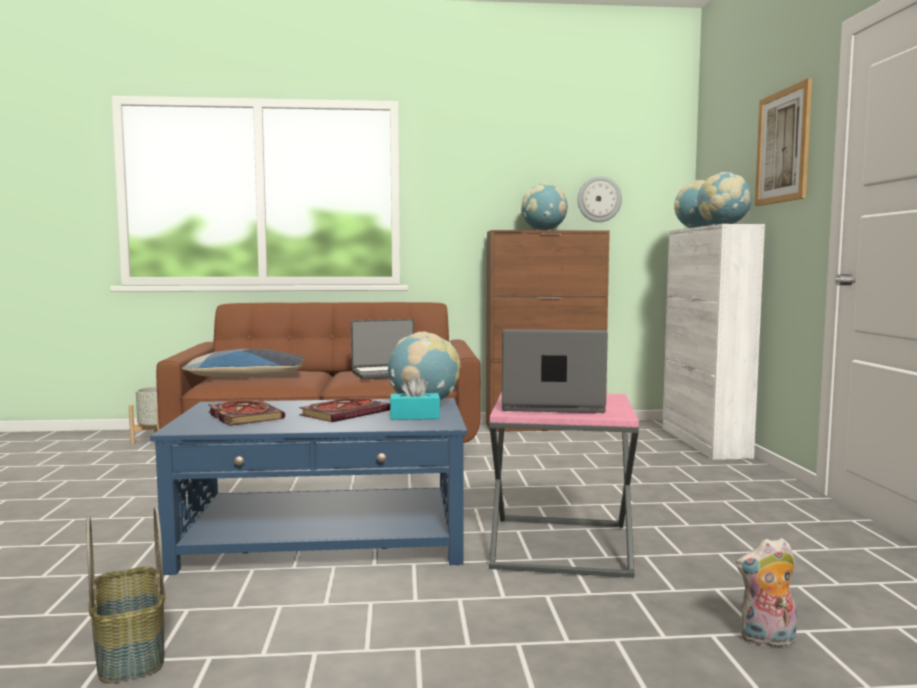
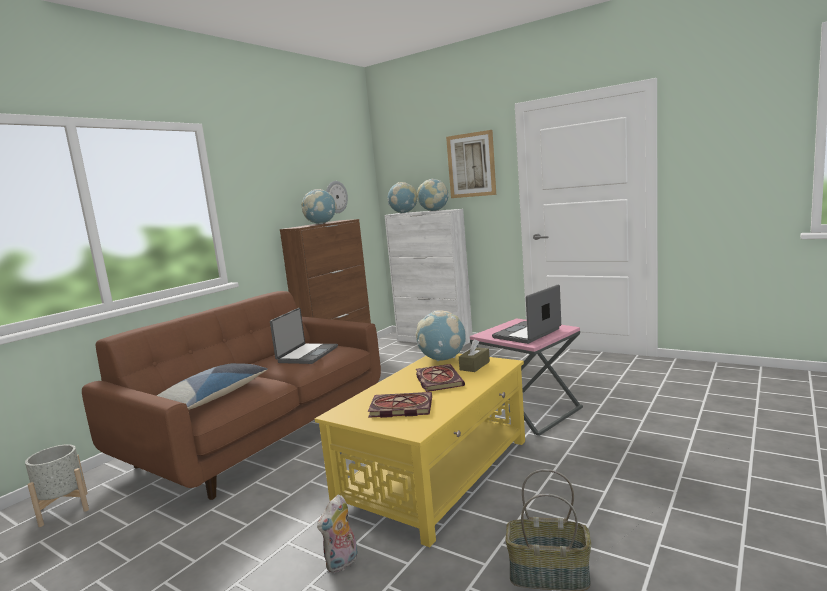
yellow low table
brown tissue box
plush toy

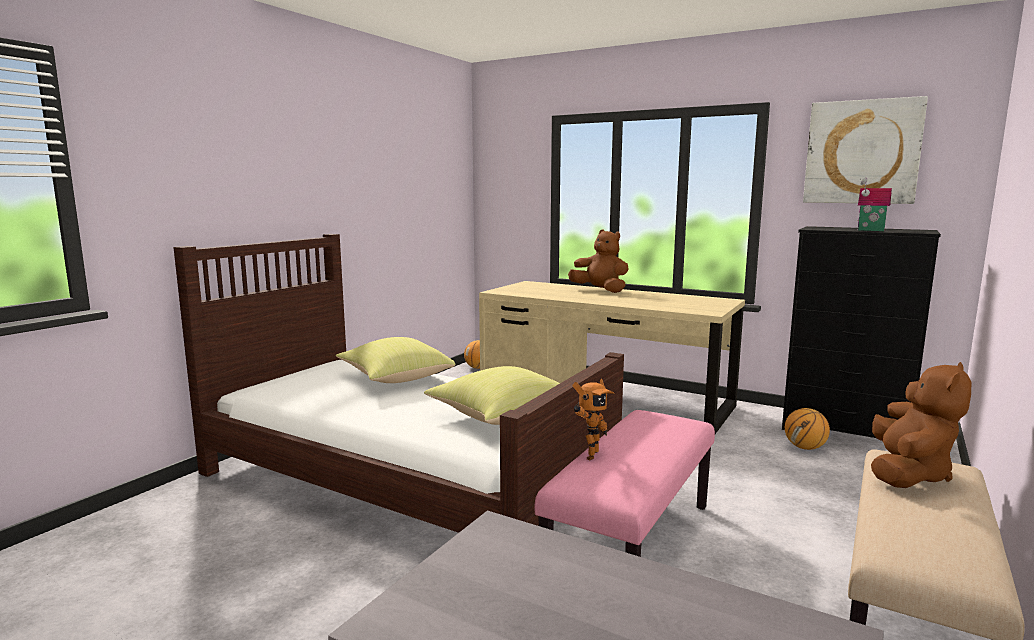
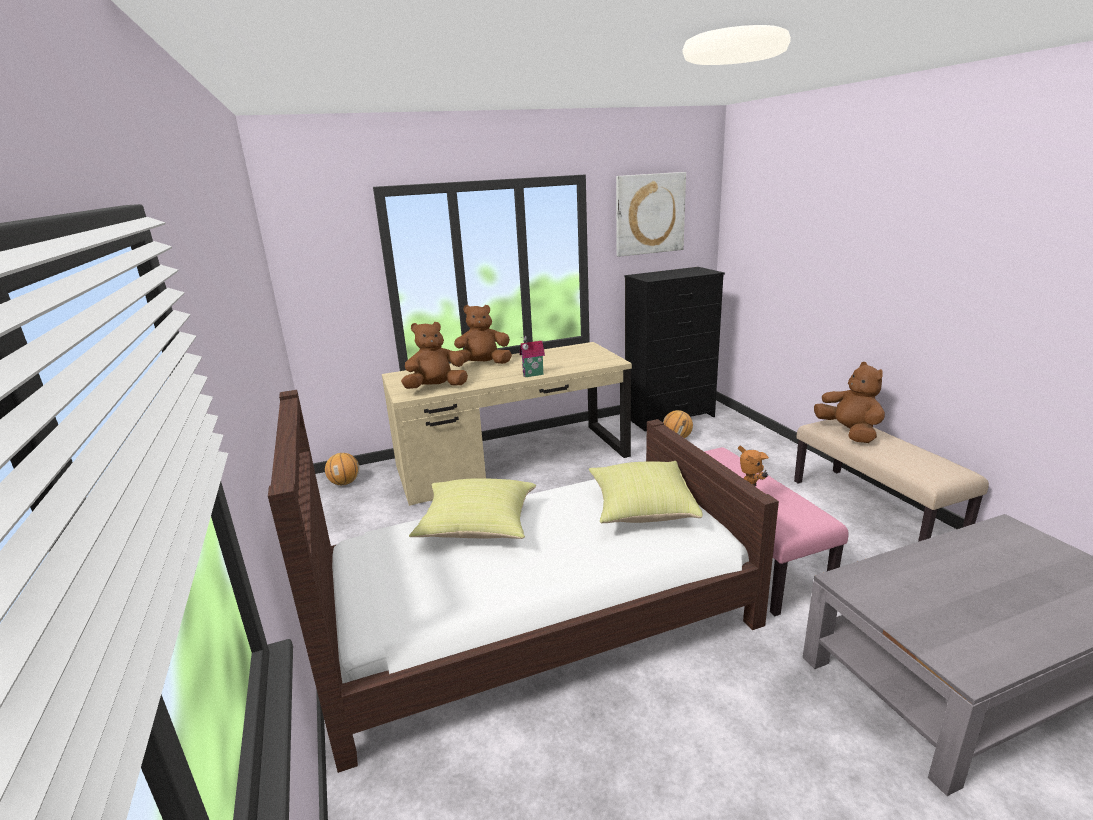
toy house
brown plush toy (no. 1 from left)

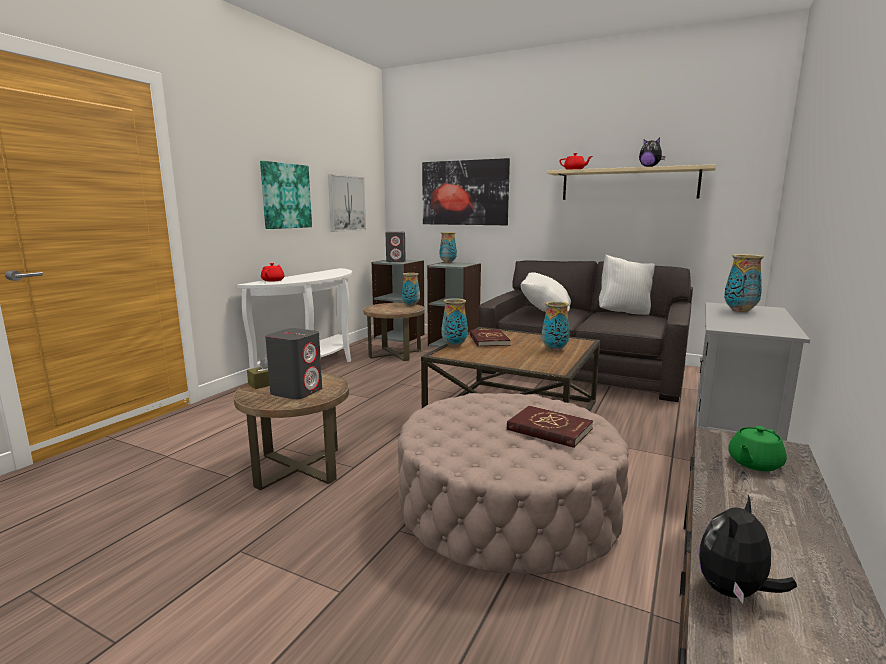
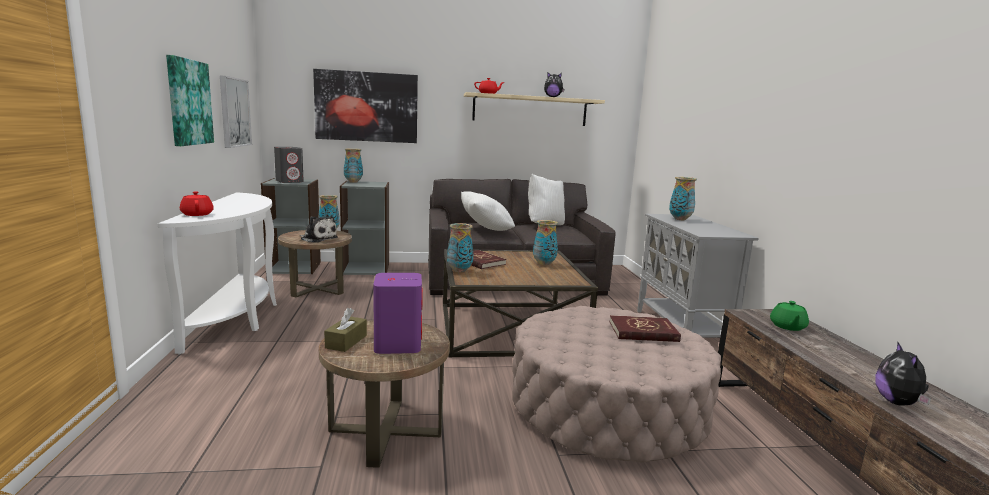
purple audio speaker
plush toy (no. 1 from left)

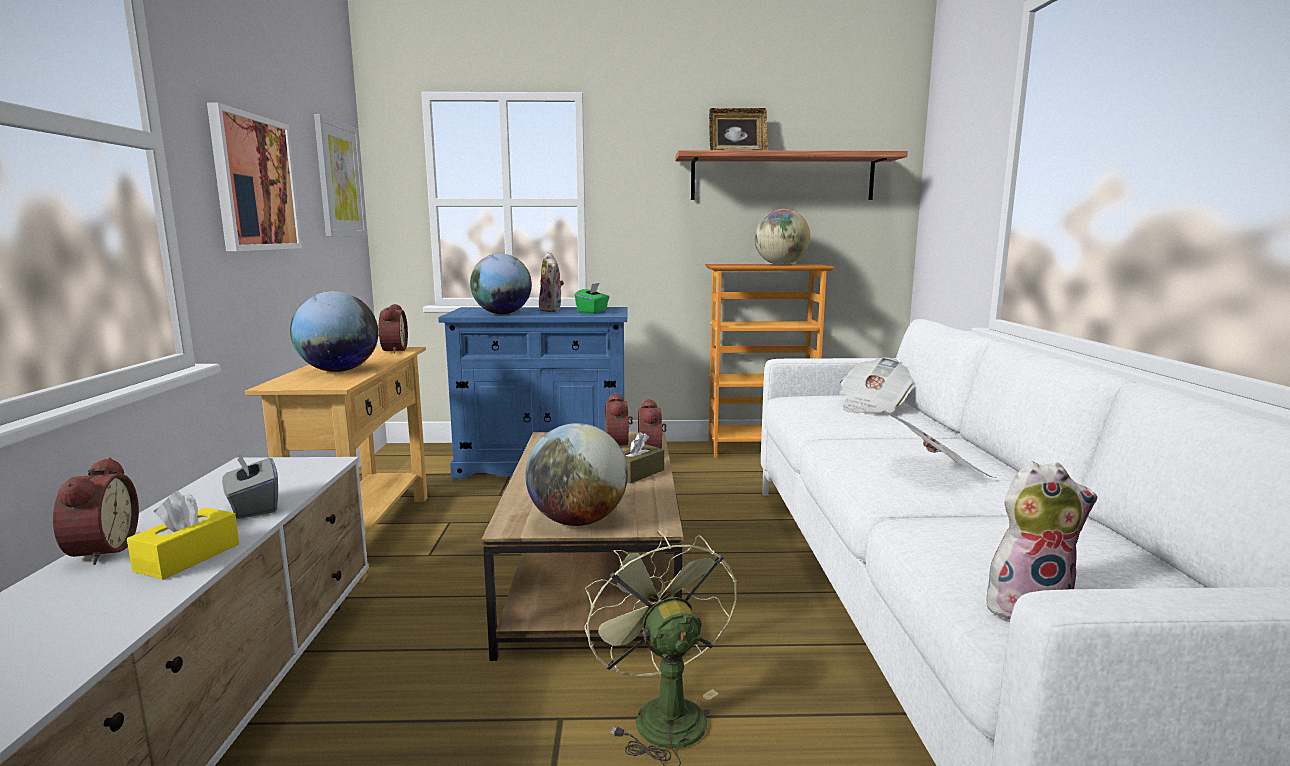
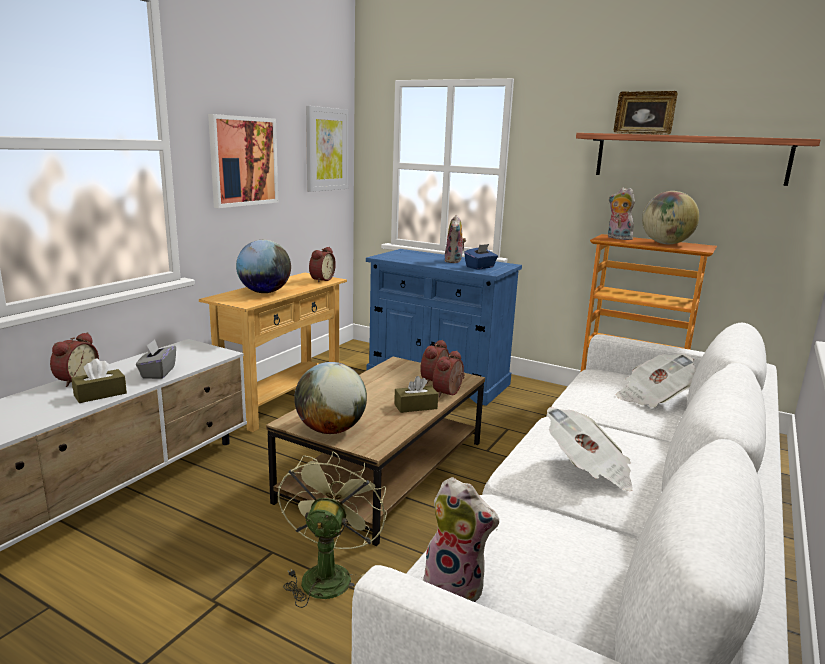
brown tissue box (no. 1 from left)
globe (no. 2 from left in the first image)
bluish tissue box
plush toy (no. 3 from left)

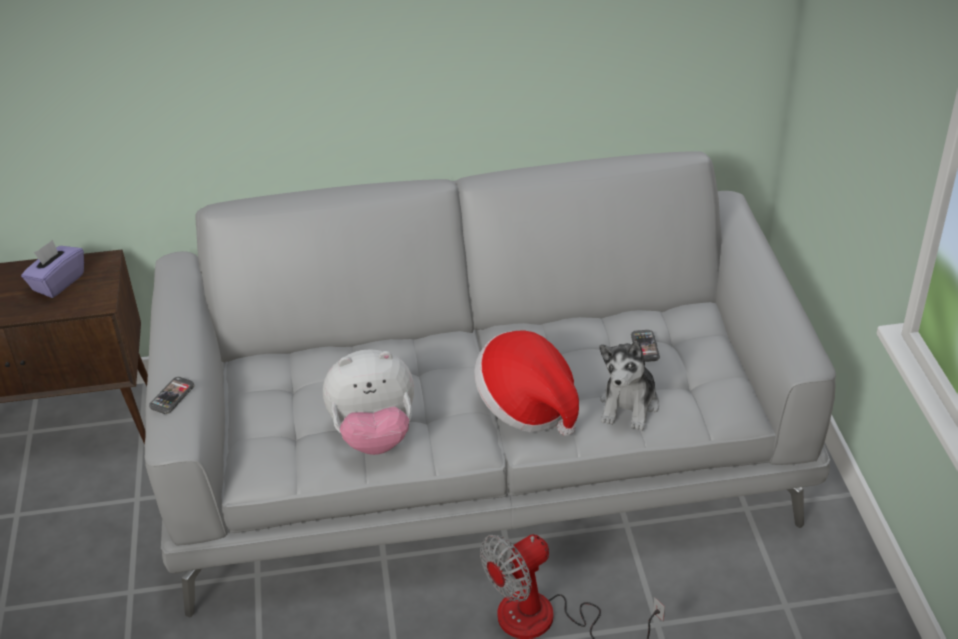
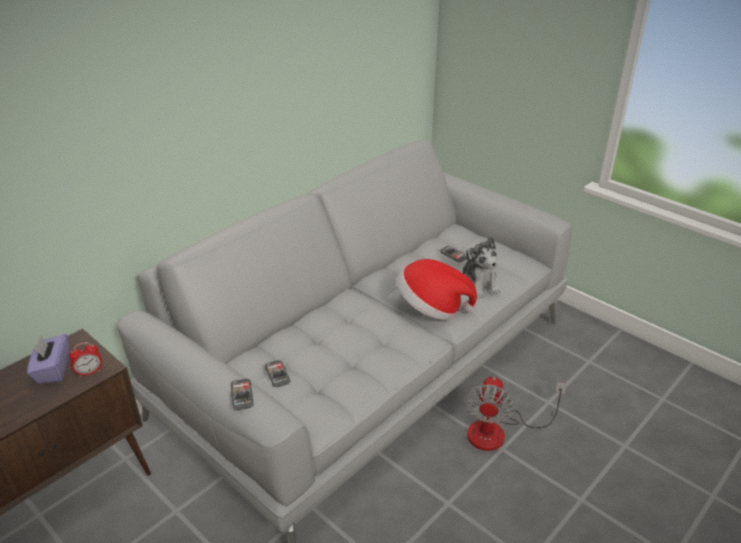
plush toy (no. 1 from left in the first image)
table clock
telephone (no. 2 from left)

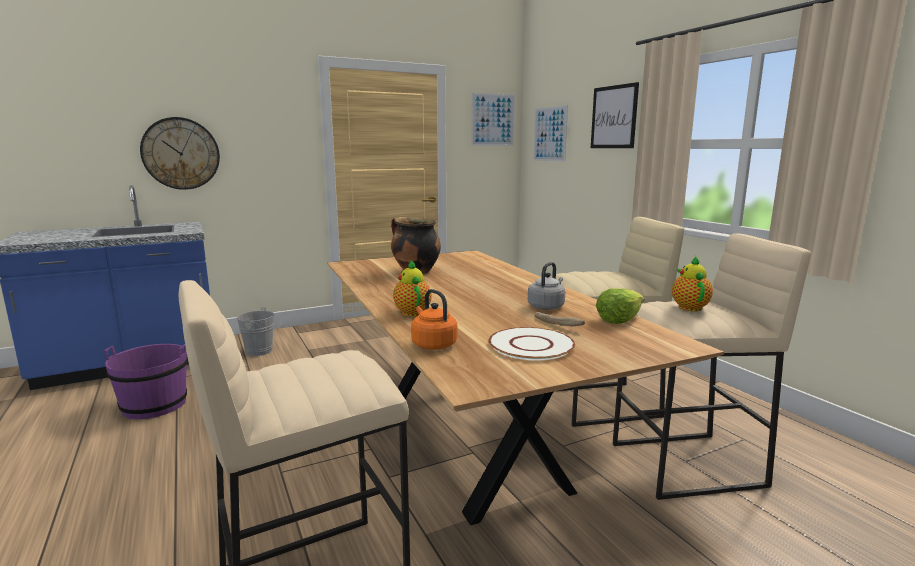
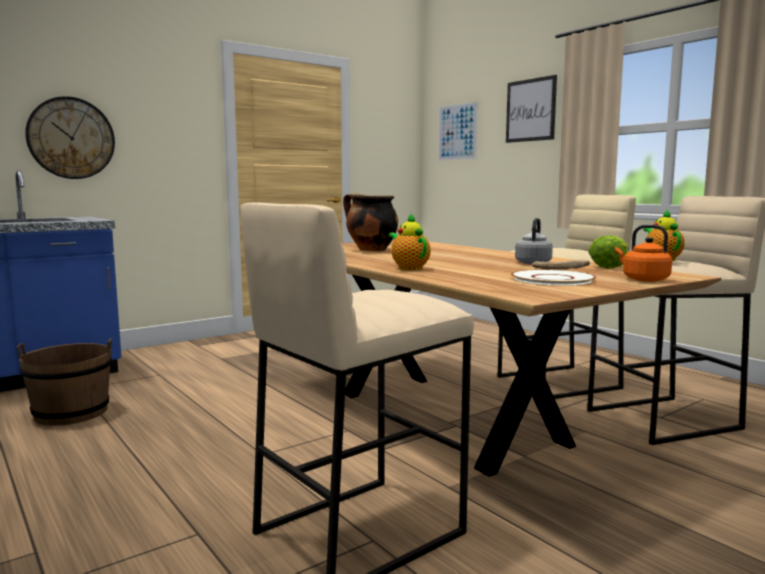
brown bucket
gray bucket
orange water kettle
wall art (no. 1 from left in the first image)

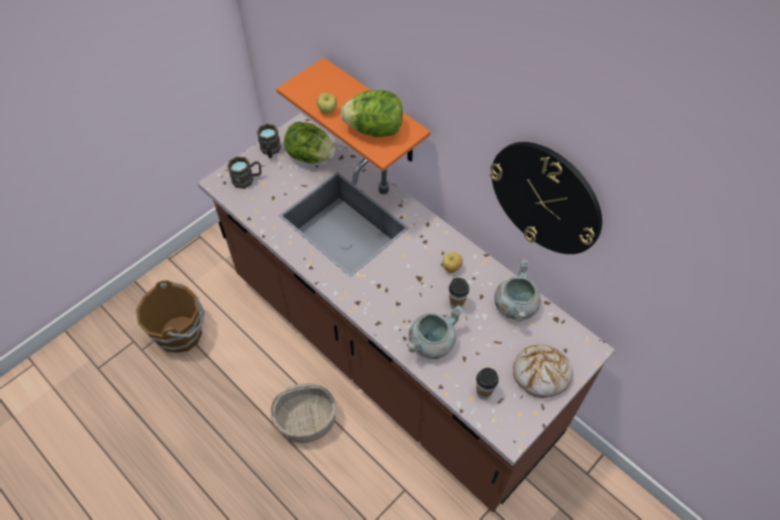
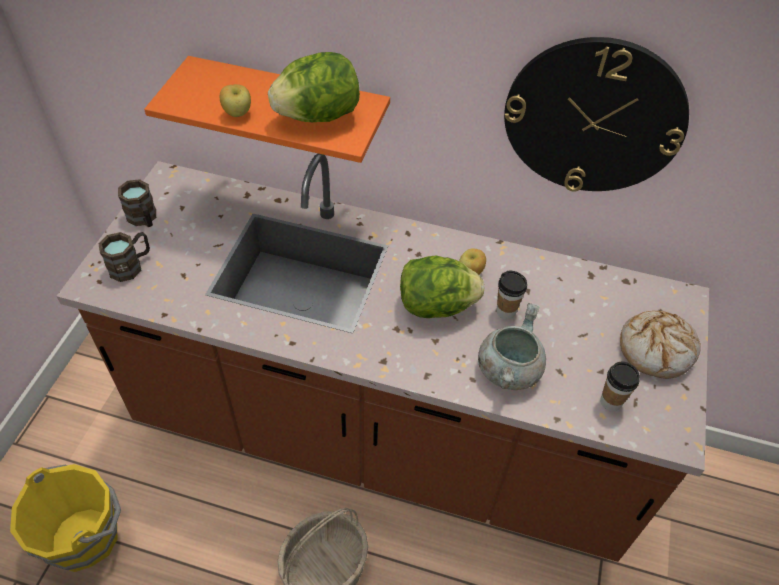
yellow bucket
head of lettuce (no. 2 from left)
gray stockpot (no. 2 from left in the first image)

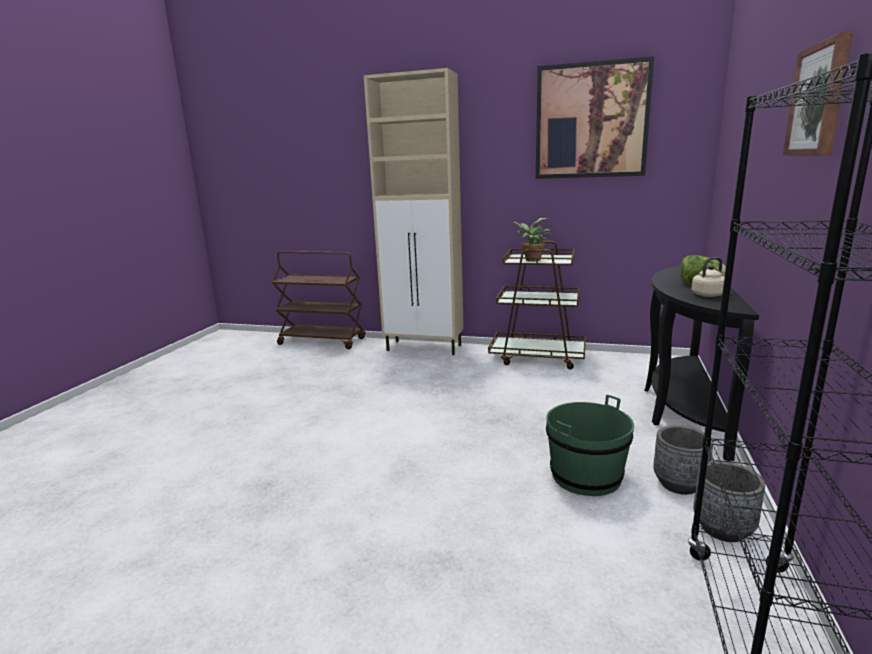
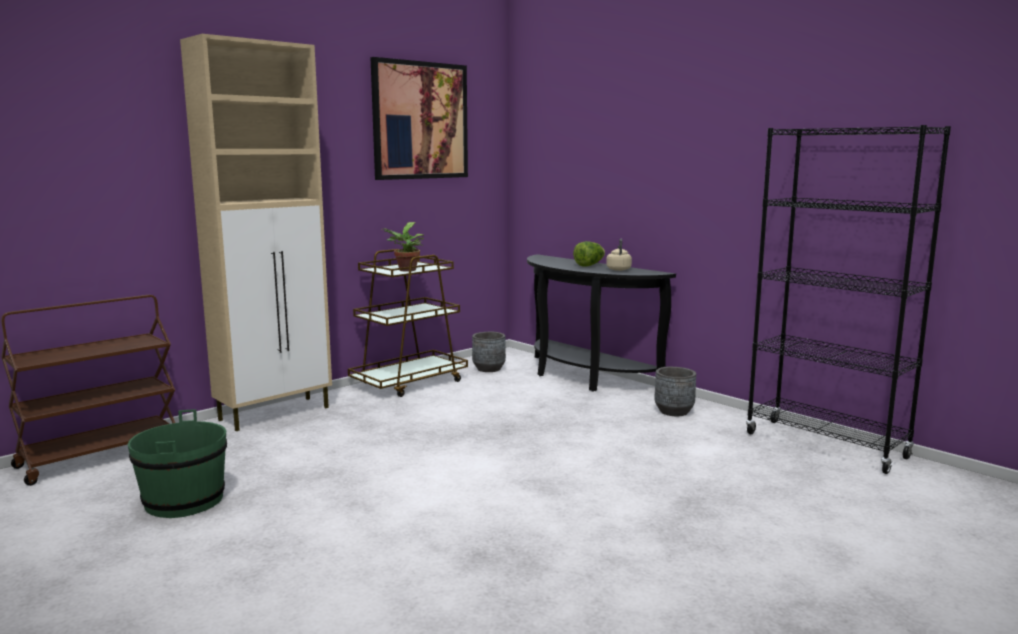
greenish bucket
gray plant pot (no. 1 from left)
wall art (no. 2 from left in the first image)

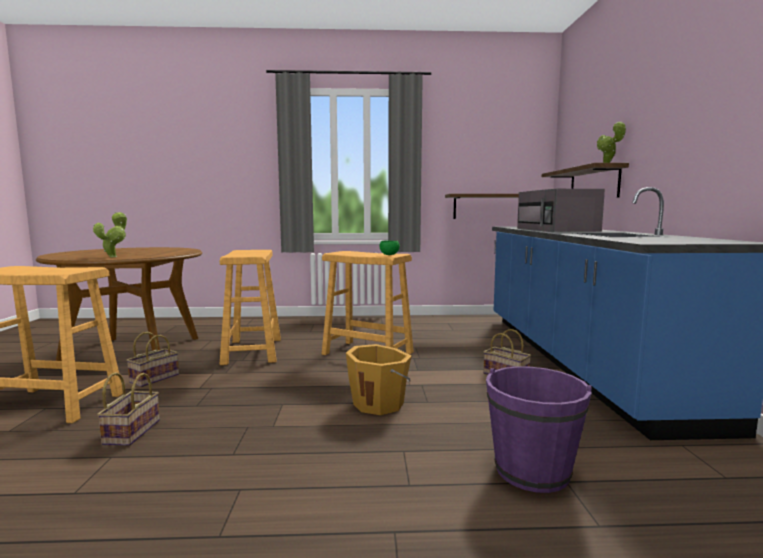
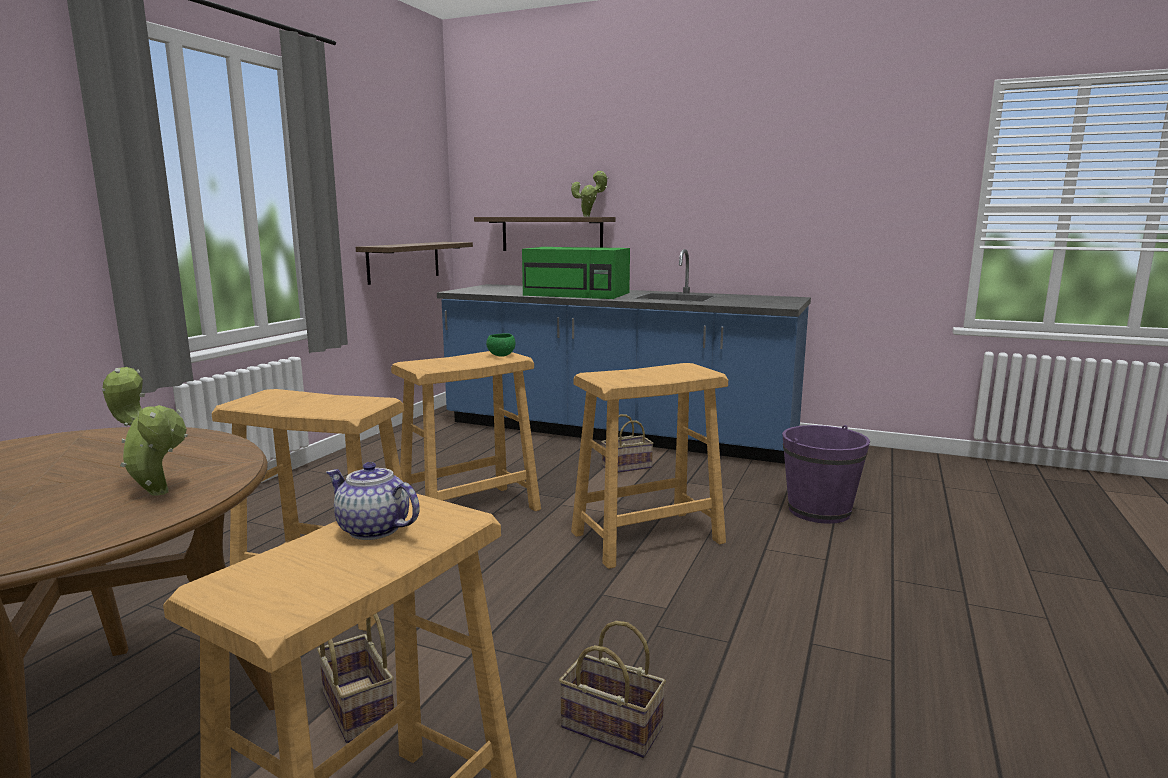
beige-coloured stool seat (no. 4 from left)
greenish microwave oven
tea pot

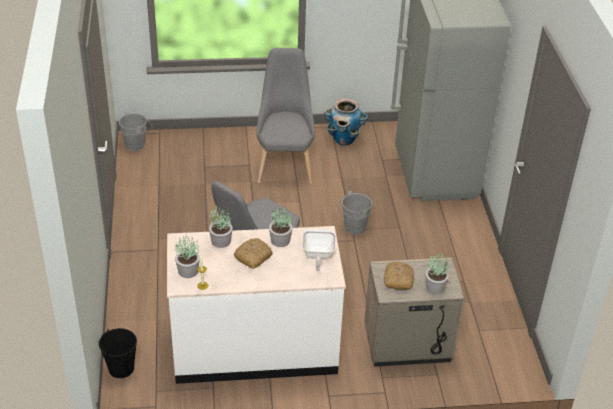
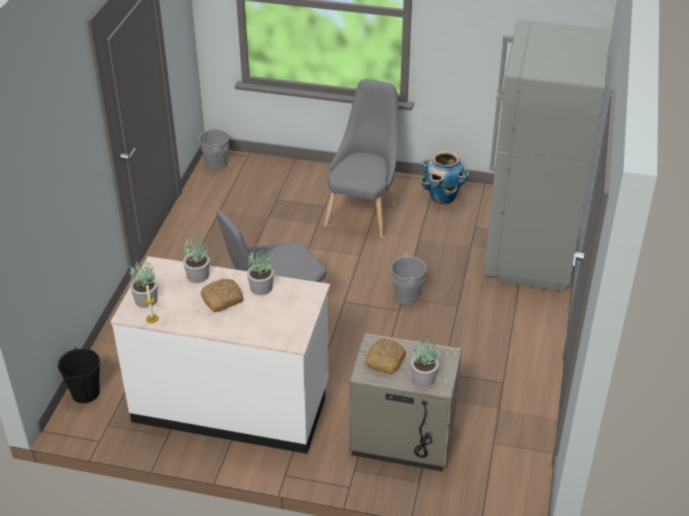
skillet

